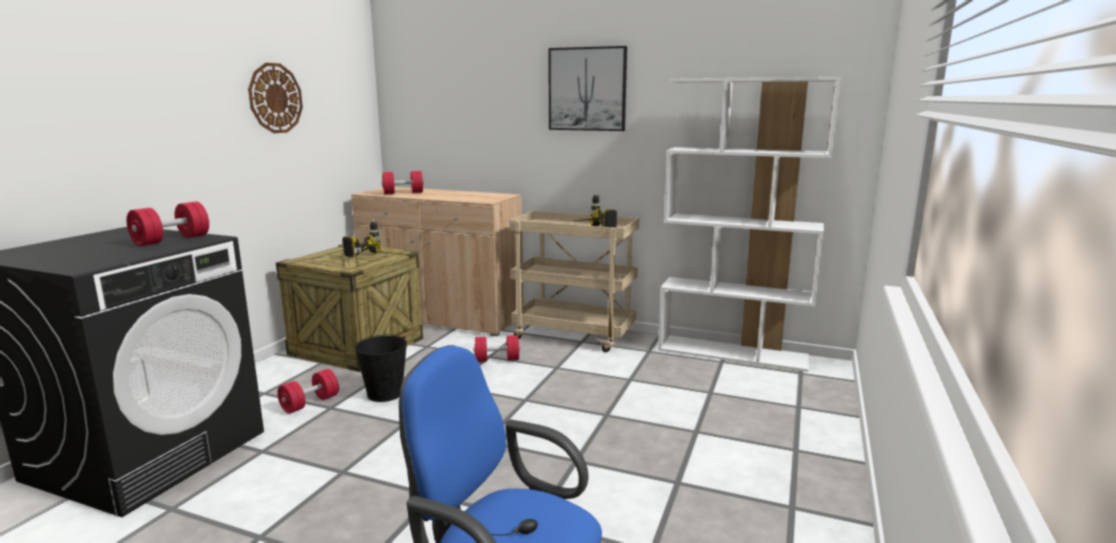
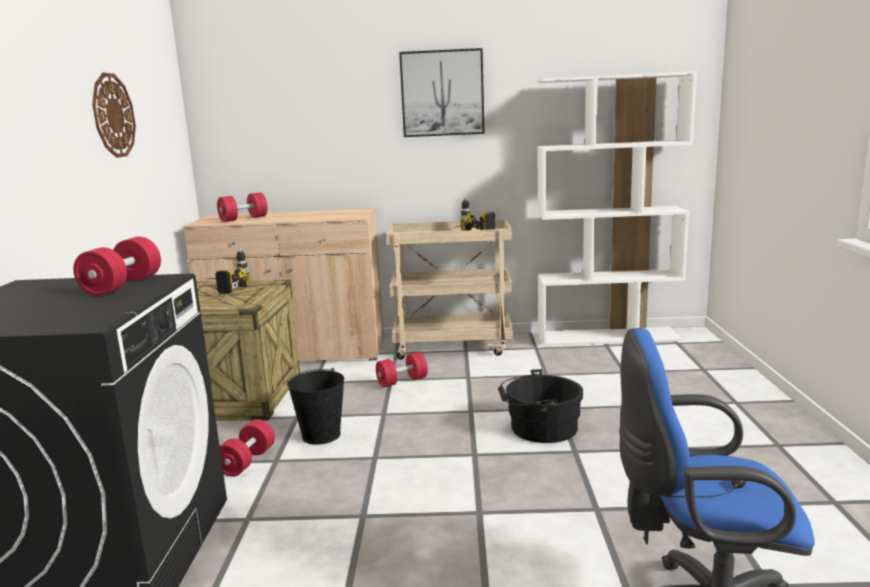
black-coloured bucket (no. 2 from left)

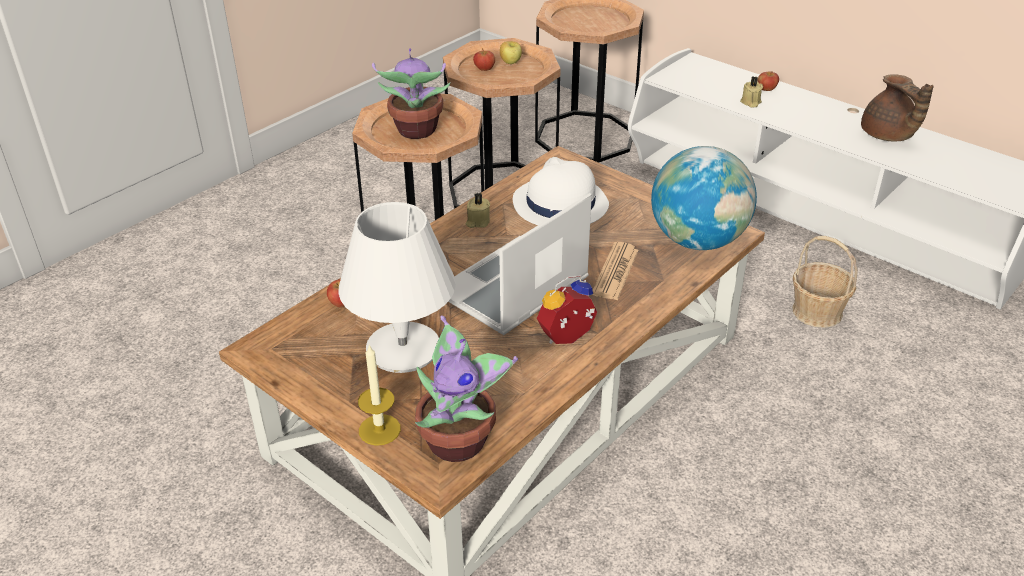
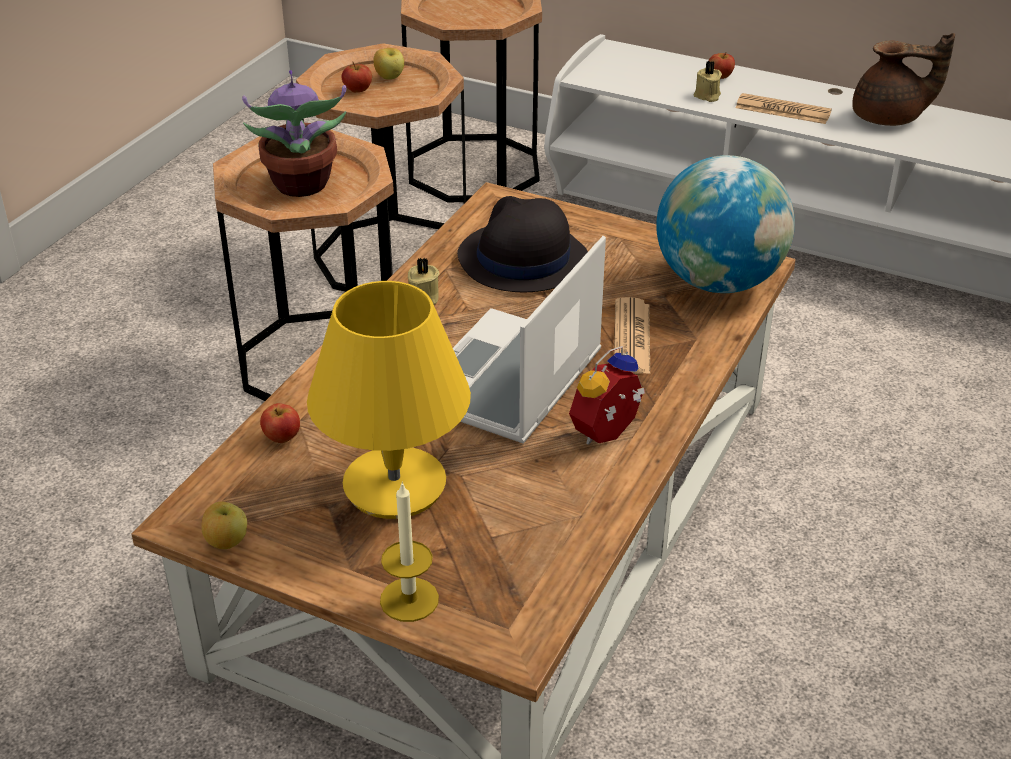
yellow tabletop lamp
plant in a pot (no. 2 from left in the first image)
black-coloured hat
storage basket
brown tea pot
apple fruit (no. 1 from left)
daily paper (no. 2 from left)

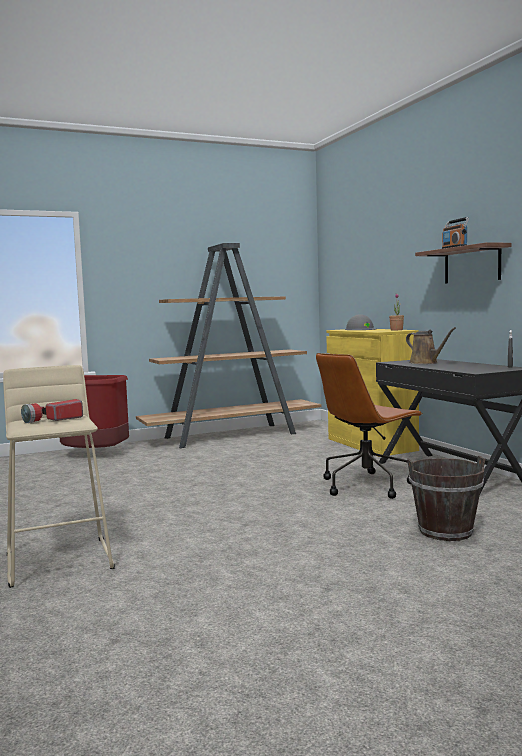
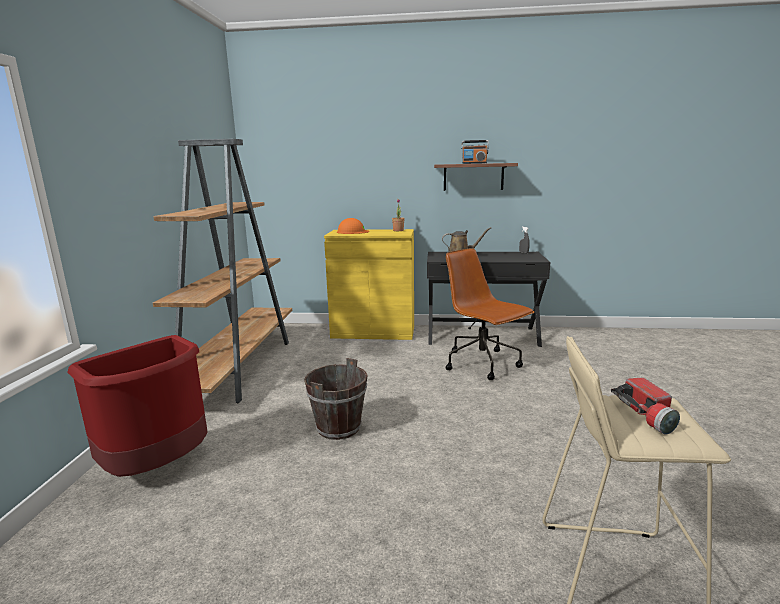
brown desk chair
orange work helmet
brown bucket

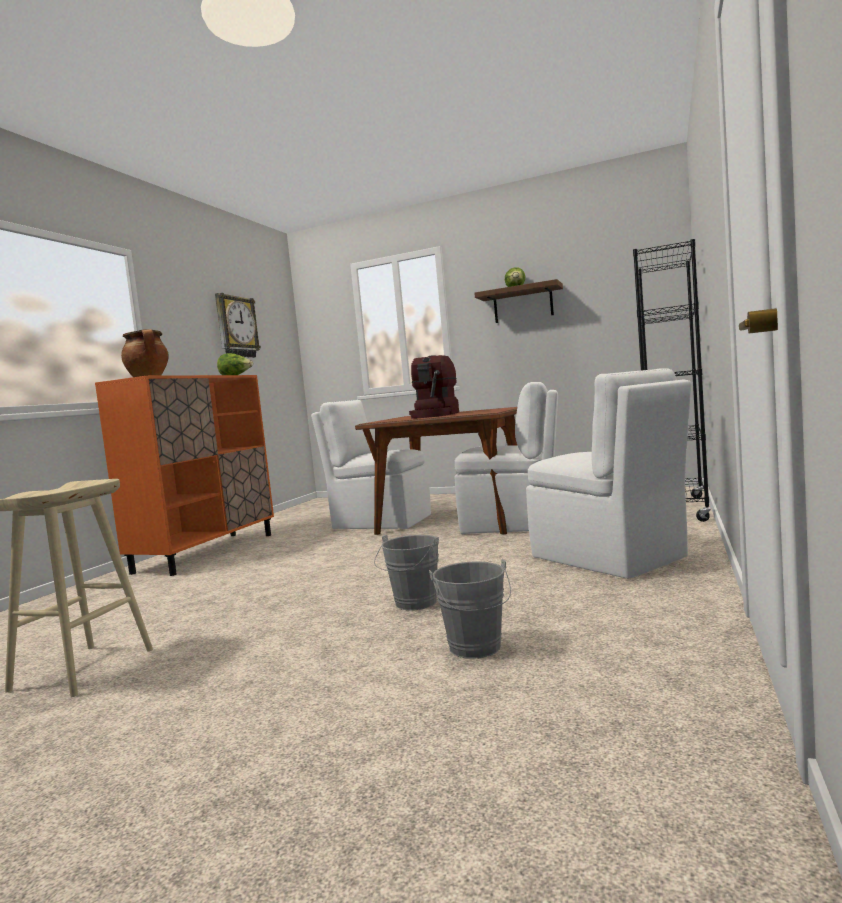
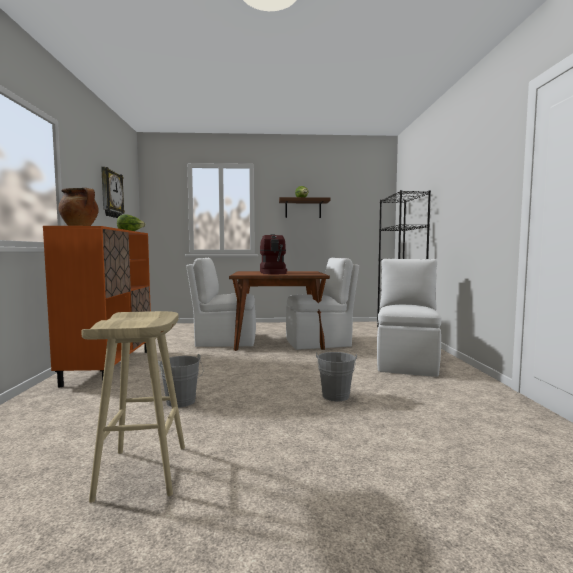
gray bucket (no. 1 from left)
white-coloured upright chair (no. 3 from left)

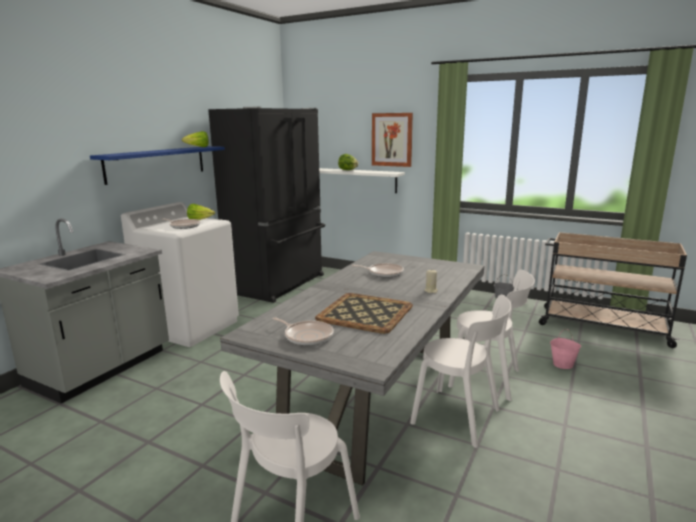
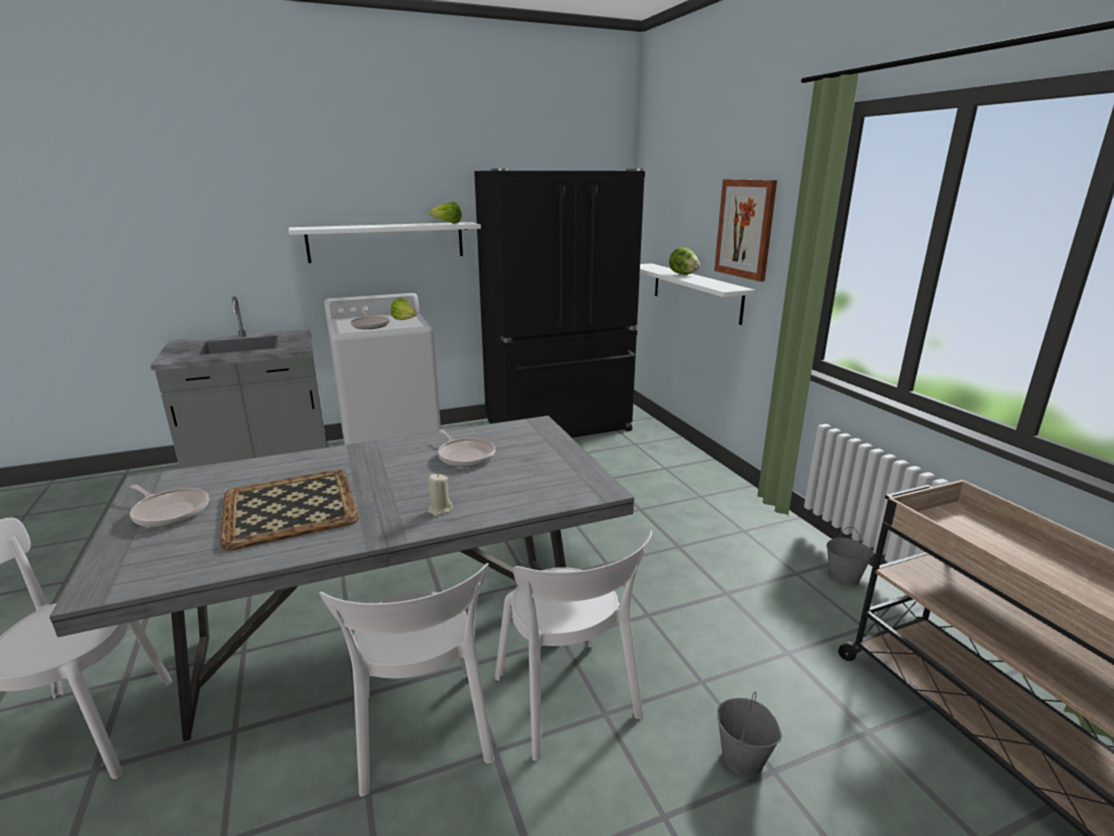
white-coloured shelf (no. 1 from left)
skillet (no. 1 from left)
gray bucket (no. 1 from left)

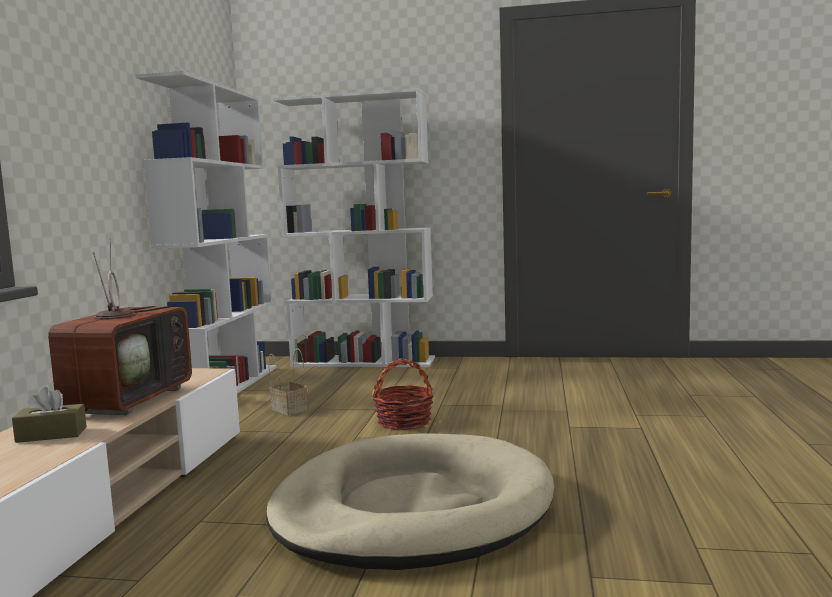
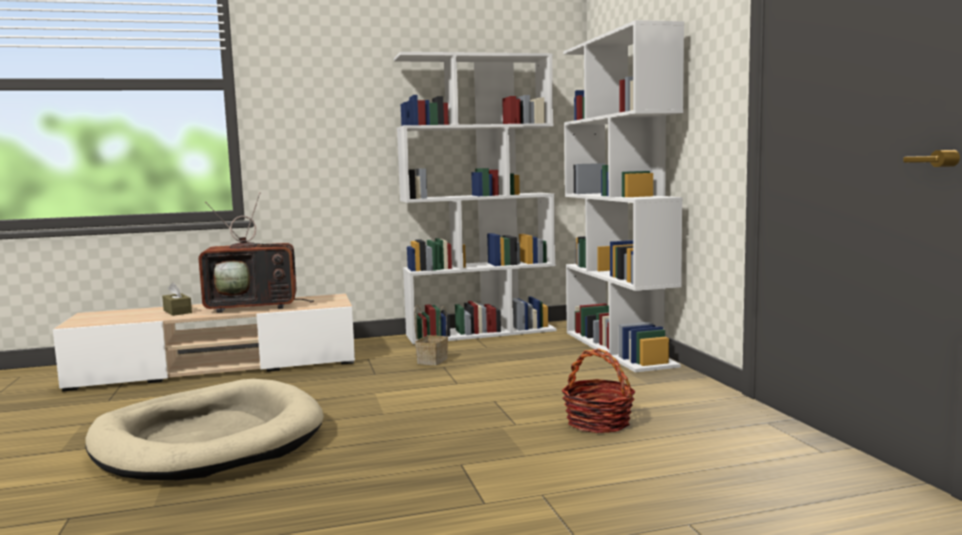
storage basket (no. 2 from left)

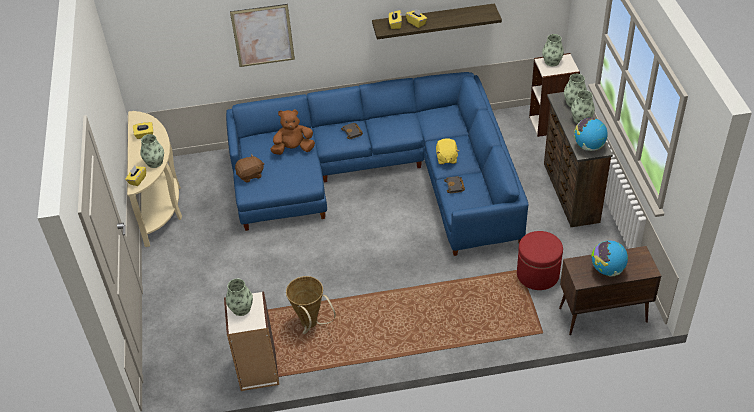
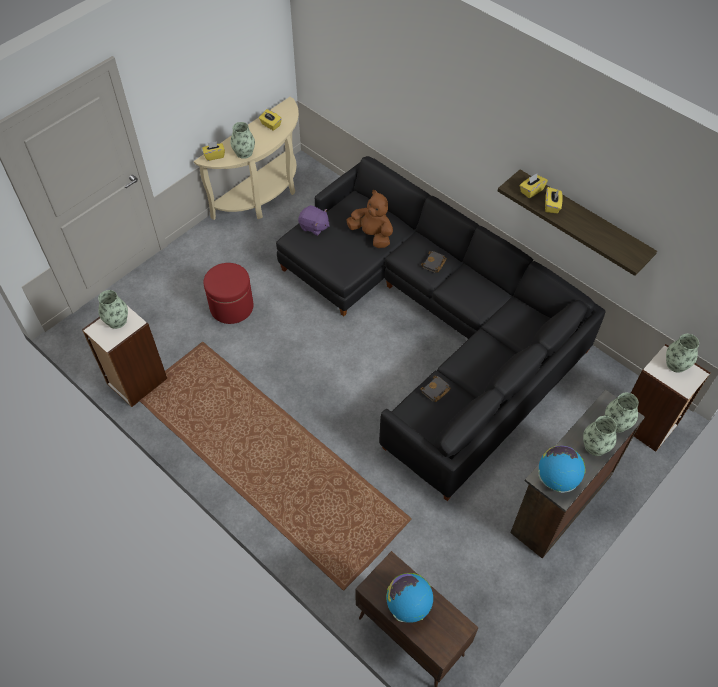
black-coloured settee
wall art
purple plush toy
storage basket
yellow plush toy
red-coloured footrest

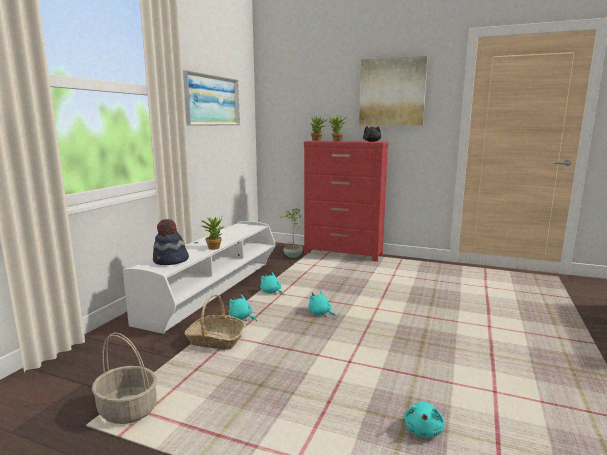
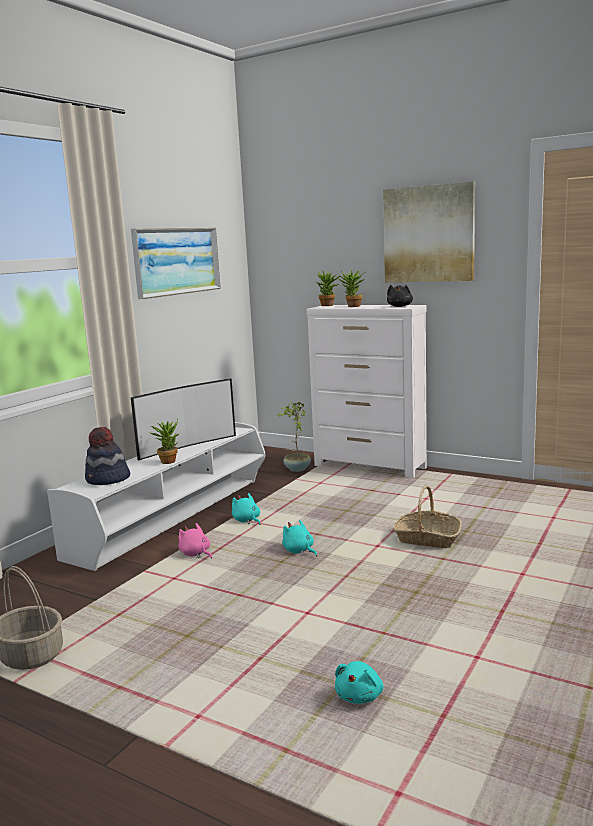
storage basket (no. 2 from left)
pink-coloured plush toy
white-coloured dresser
TV

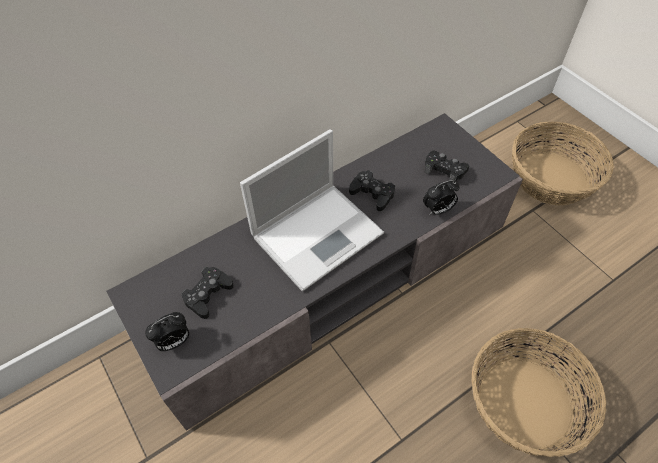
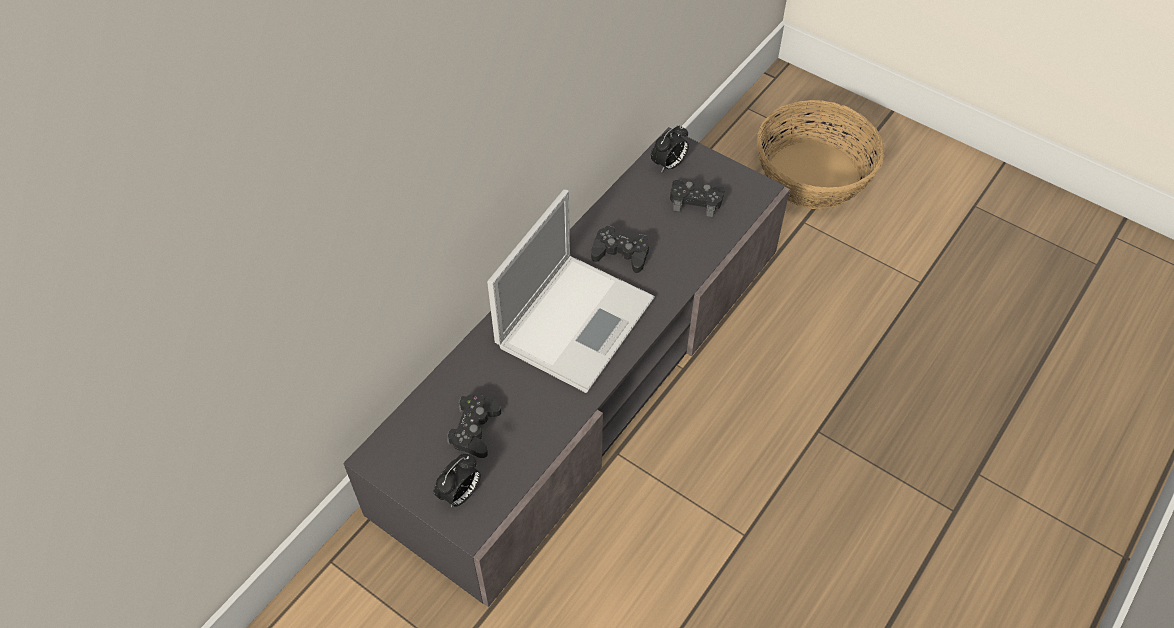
table clock (no. 2 from left)
storage basket (no. 1 from left in the first image)

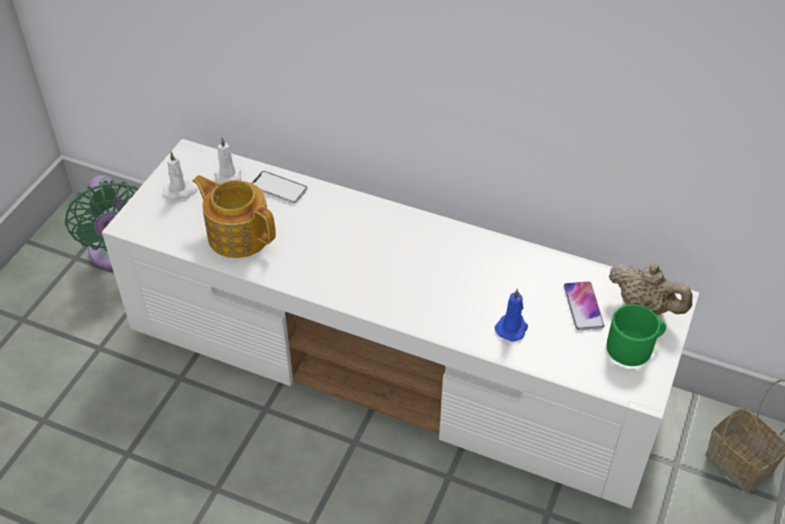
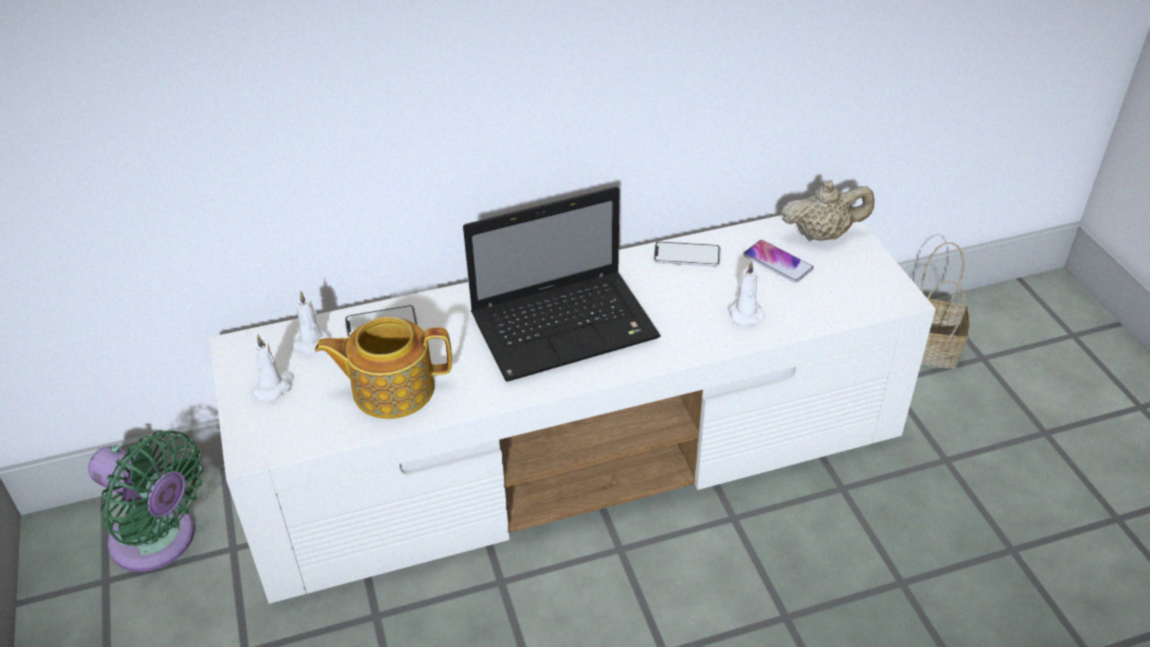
white-coloured wax candle (no. 3 from left)
greenish tea mug
laptop
telephone (no. 2 from left)

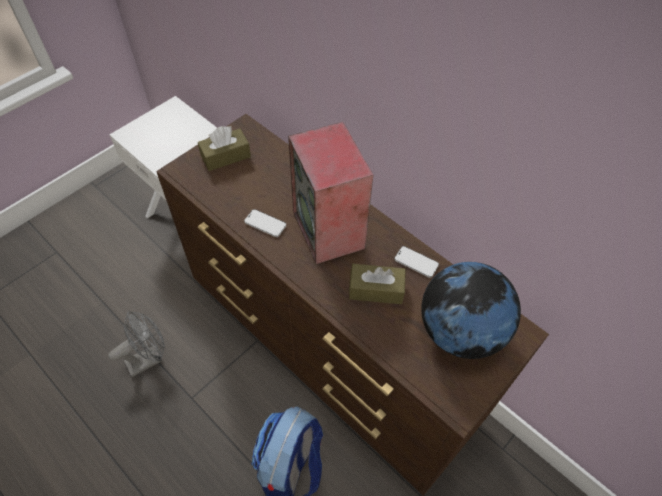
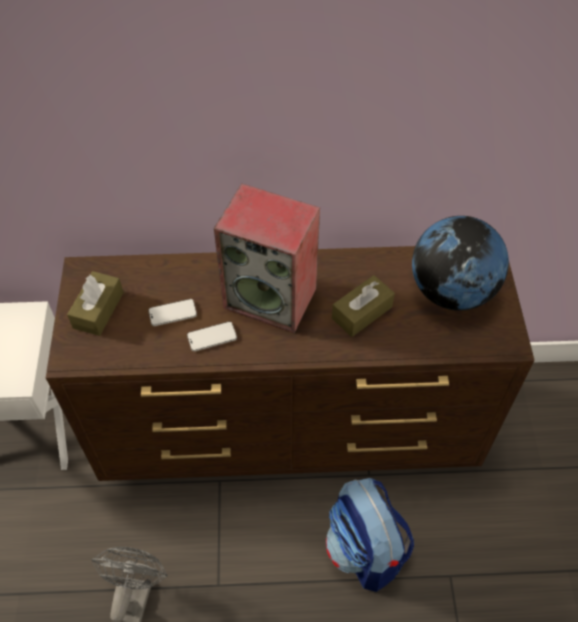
telephone (no. 1 from left)

